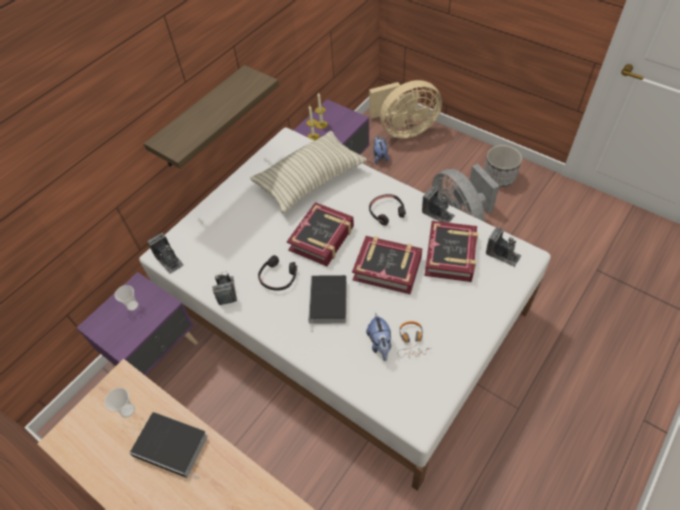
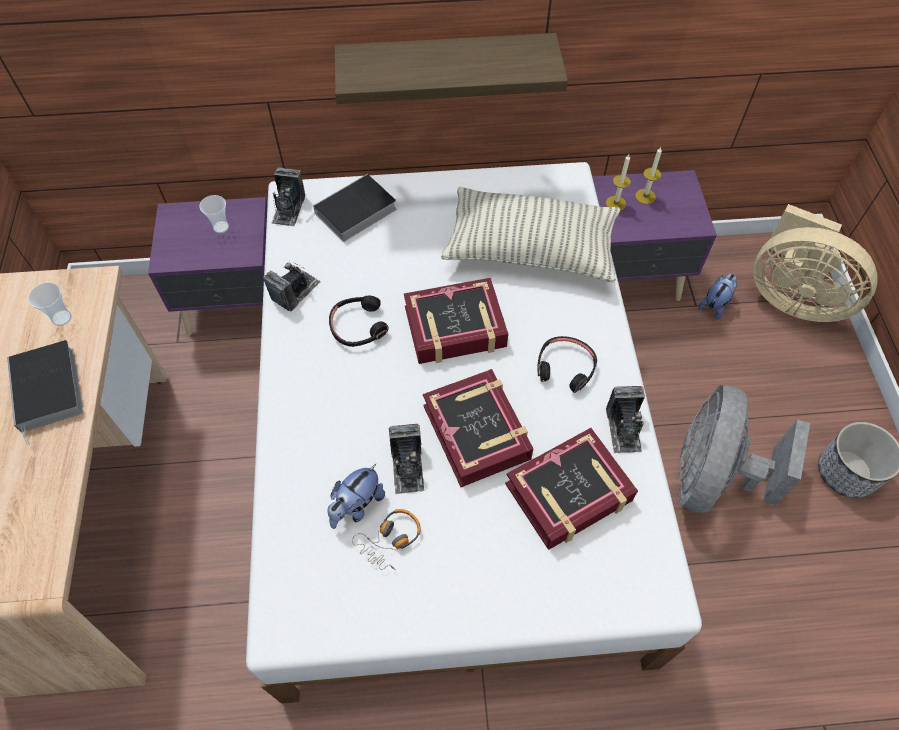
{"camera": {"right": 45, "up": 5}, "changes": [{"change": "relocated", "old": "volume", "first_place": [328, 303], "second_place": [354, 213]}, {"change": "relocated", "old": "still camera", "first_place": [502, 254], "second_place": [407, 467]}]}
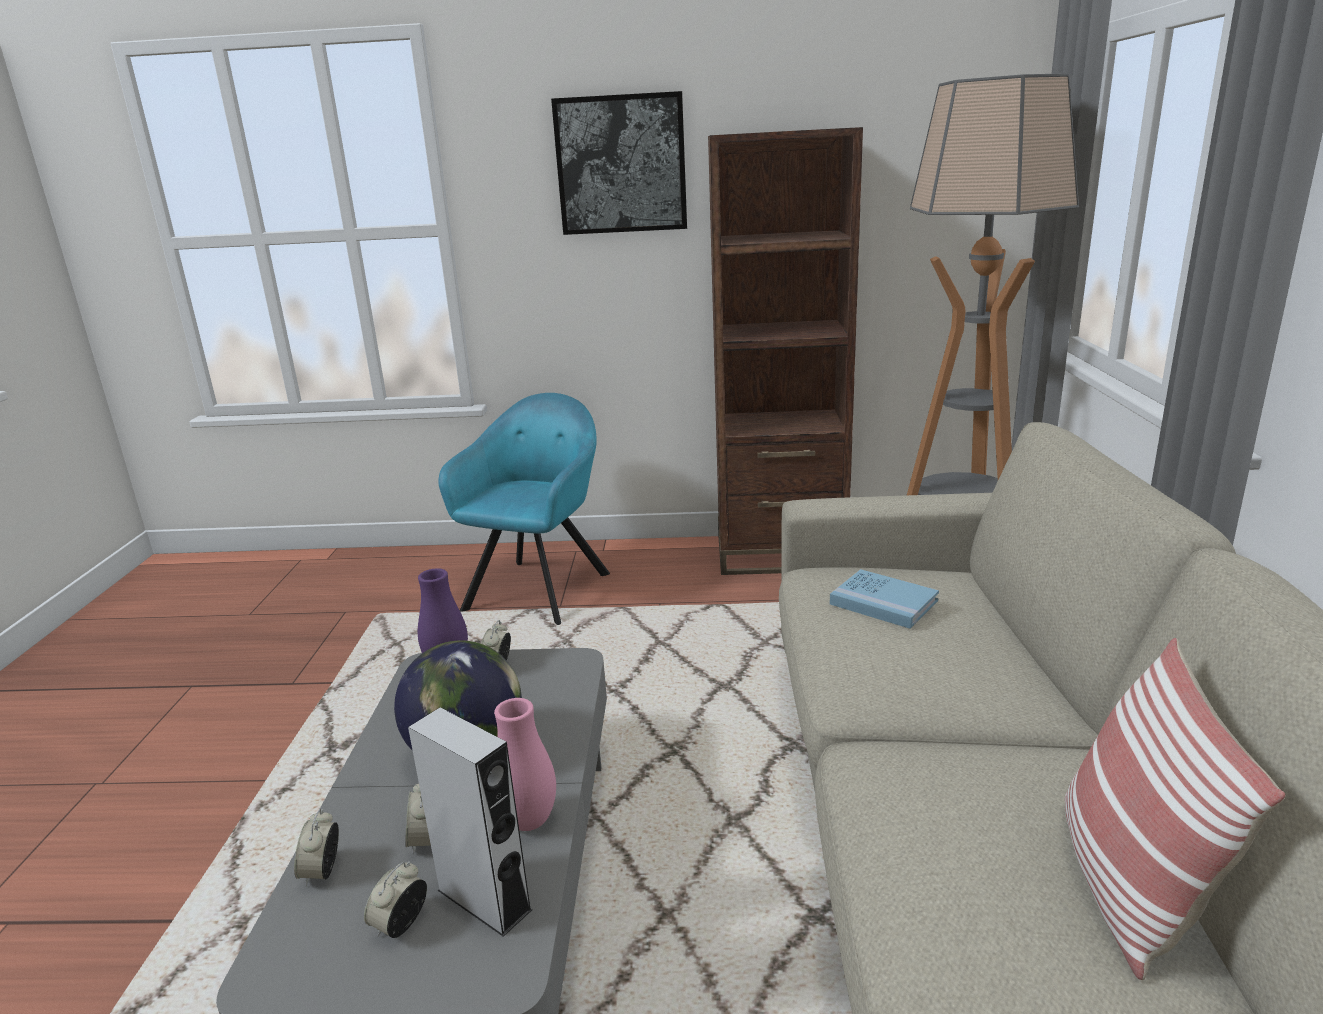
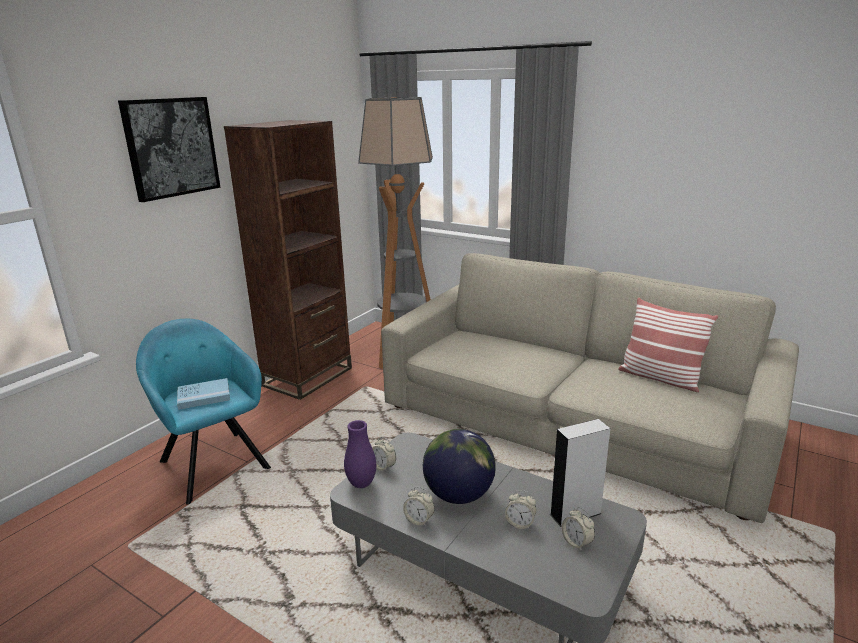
{"camera": {"right": -60, "up": 0}, "changes": [{"change": "relocated", "old": "bedside clock", "first_place": [322, 871], "second_place": [419, 520]}, {"change": "missing", "old": "pink-coloured flower vase", "first_place": [529, 821]}, {"change": "relocated", "old": "blue volume", "first_place": [883, 602], "second_place": [204, 396]}]}
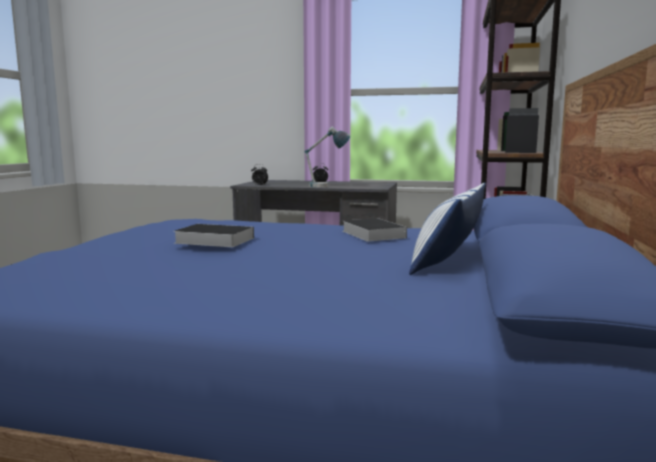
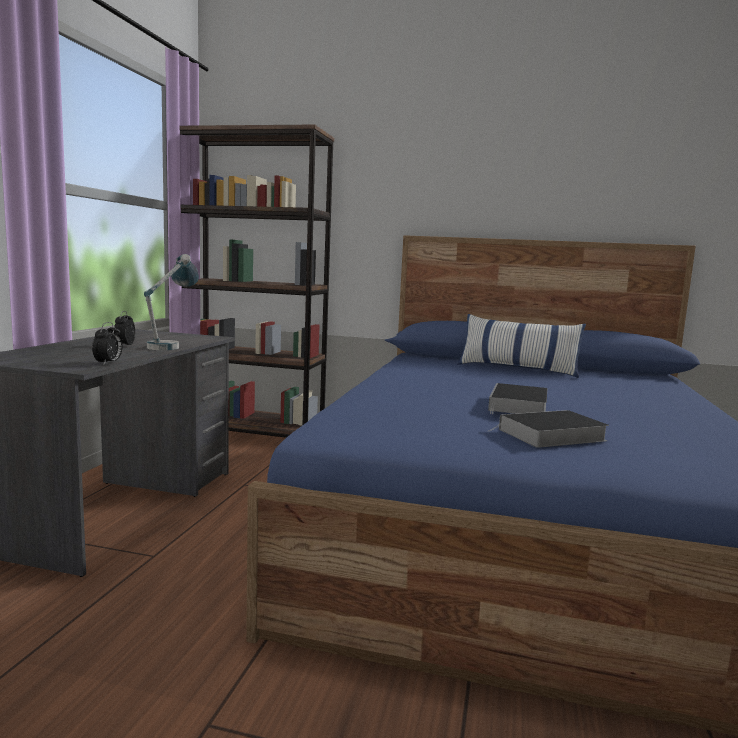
{"camera": {"right": -90, "up": 0}, "changes": [{"change": "relocated", "old": "volume", "first_place": [371, 234], "second_place": [550, 435]}]}
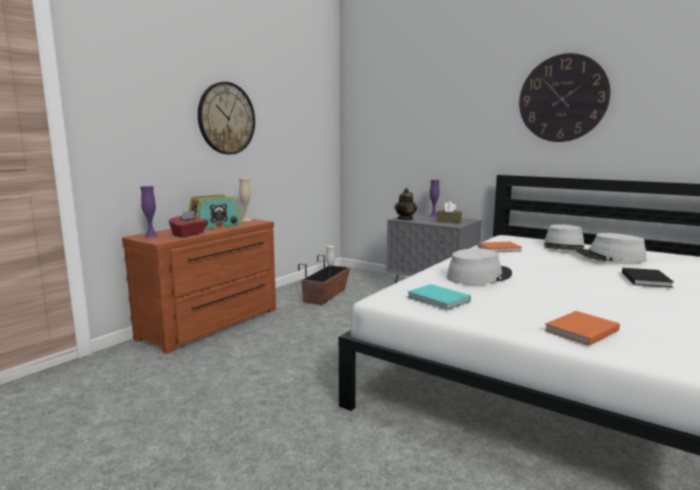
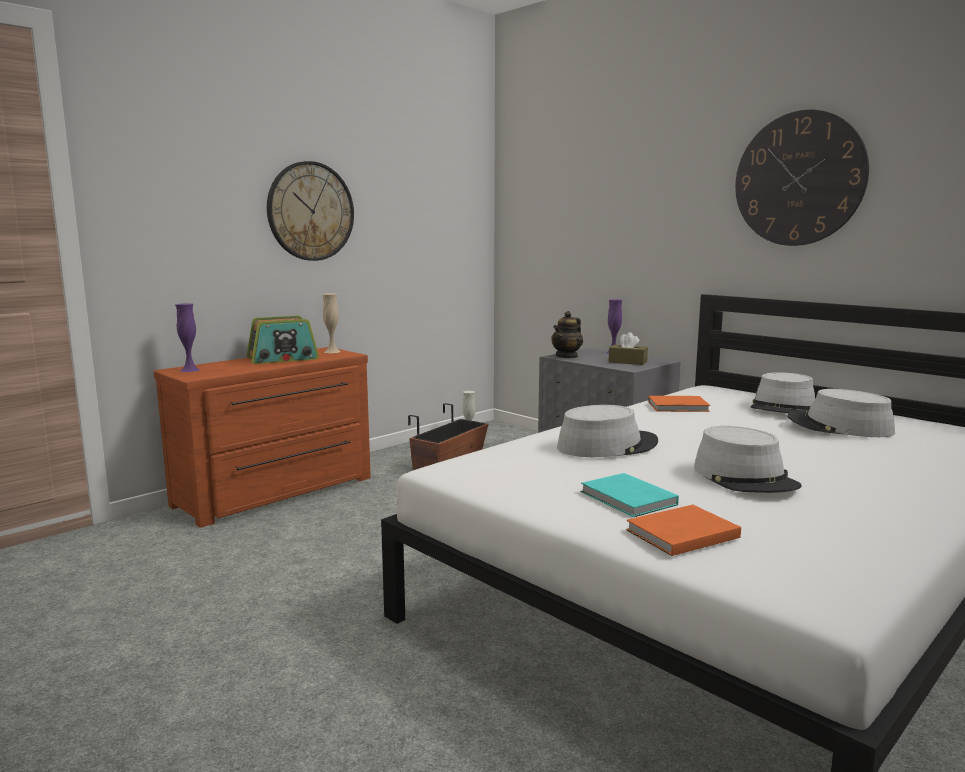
{"camera": {"right": 10, "up": 0}, "changes": [{"change": "missing", "old": "red-coloured tissue holder", "first_place": [188, 234]}, {"change": "relocated", "old": "turquoise volume", "first_place": [439, 300], "second_place": [628, 499]}, {"change": "missing", "old": "black-coloured volume", "first_place": [646, 279]}, {"change": "appeared", "new": "greyish hat", "second_place": [745, 477]}]}
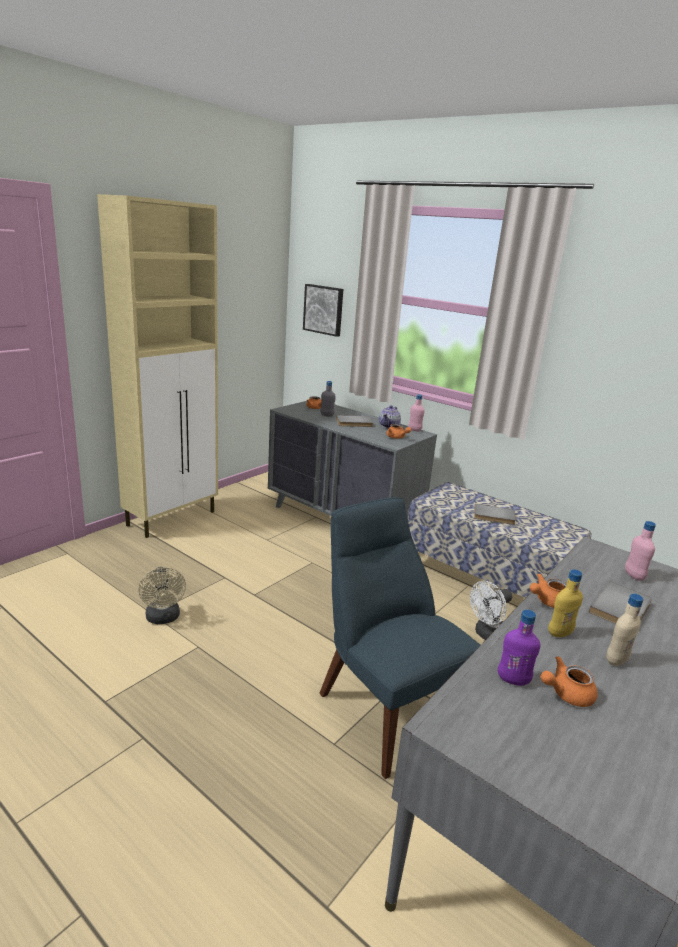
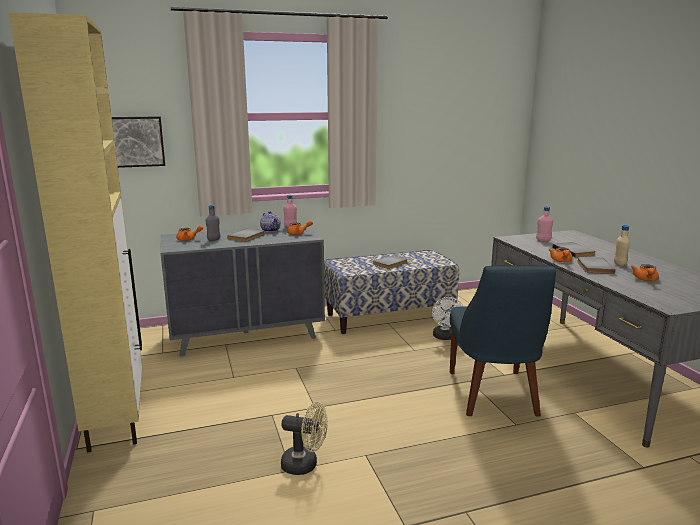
{"camera": {"right": -55, "up": -5}, "changes": [{"change": "spun", "old": "blue upright chair", "first_place": [385, 709], "second_place": [493, 395], "degrees": -90}, {"change": "missing", "old": "purple beverage bottle", "first_place": [513, 680]}, {"change": "exchanged", "old": "yellow-coloured beverage bottle", "new": "greyish volume", "first_place": [559, 633], "second_place": [593, 267]}]}
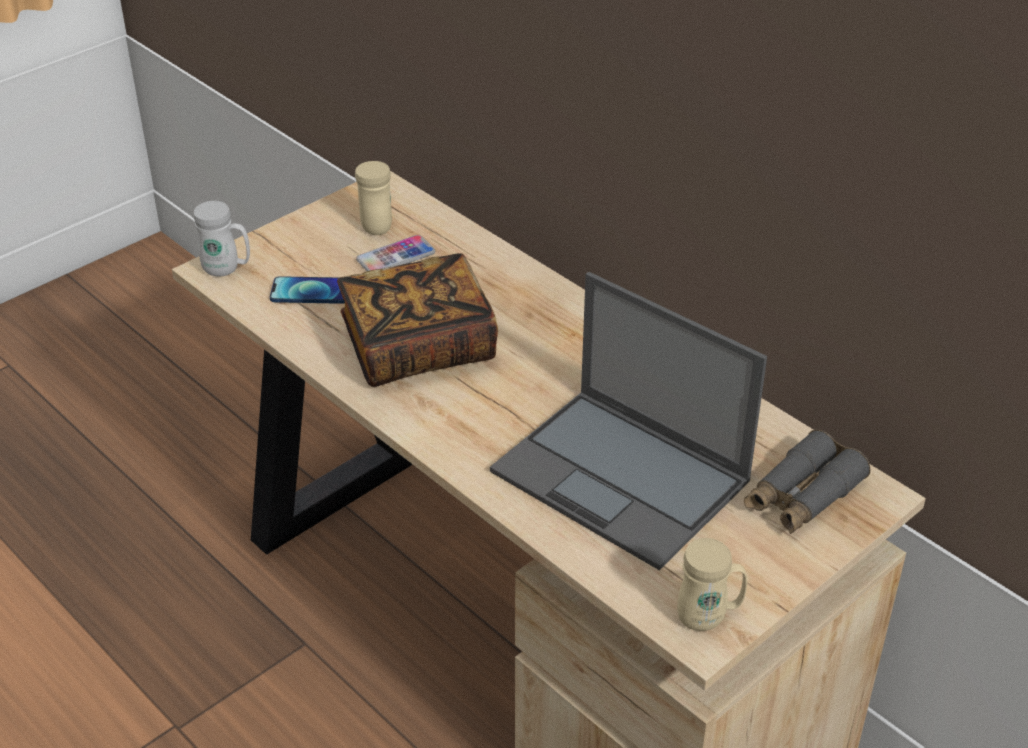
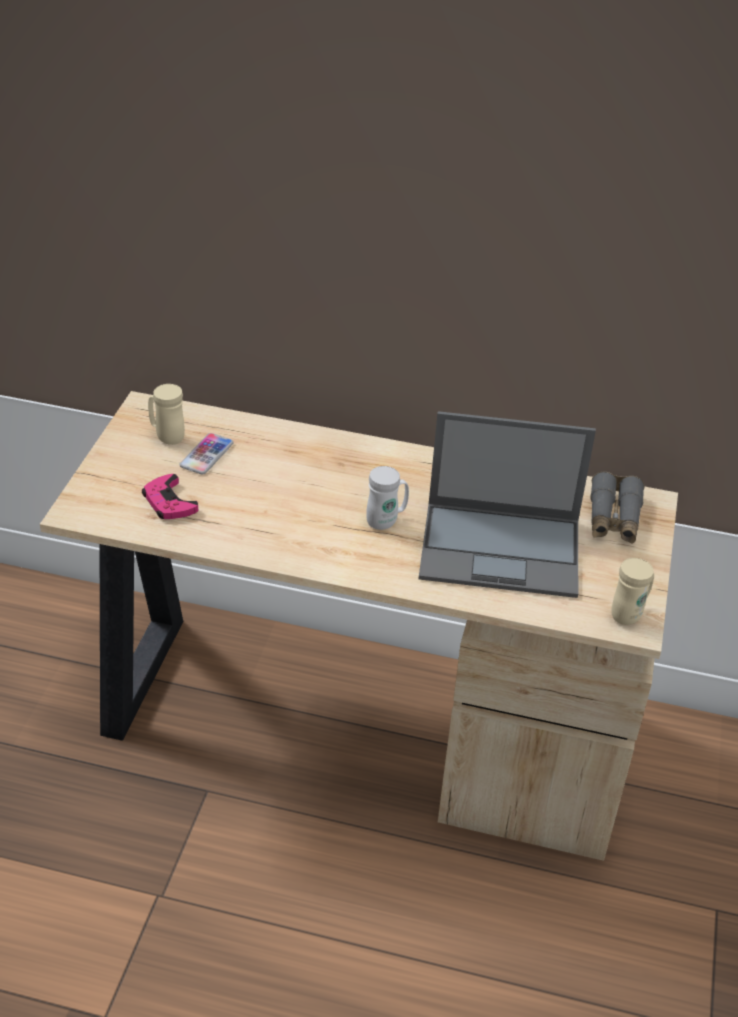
{"camera": {"right": -35, "up": 0}, "changes": [{"change": "relocated", "old": "white-coloured coffee mug", "first_place": [227, 269], "second_place": [386, 521]}, {"change": "exchanged", "old": "handset", "new": "pink-coloured game controller", "first_place": [310, 292], "second_place": [169, 502]}, {"change": "missing", "old": "volume", "first_place": [418, 347]}]}
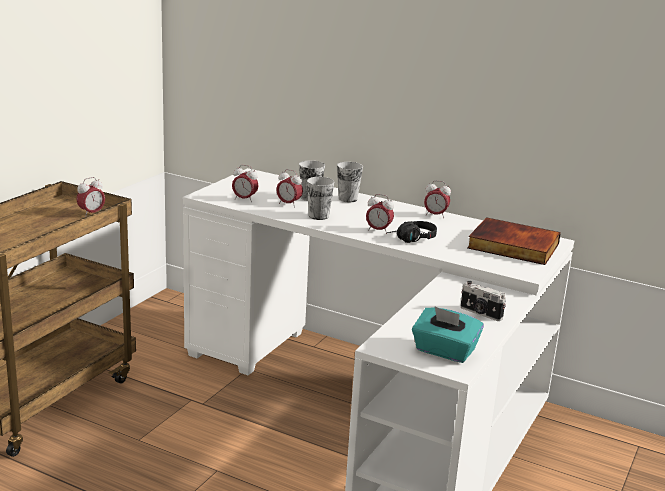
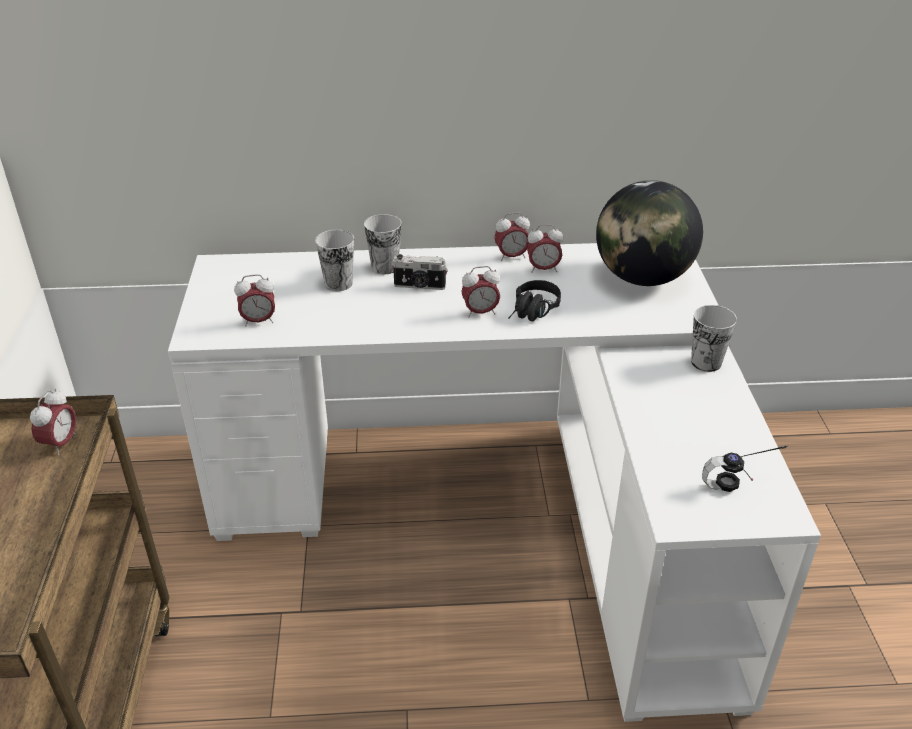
{"camera": {"right": -30, "up": 15}, "changes": [{"change": "relocated", "old": "bedside clock", "first_place": [288, 204], "second_place": [543, 269]}, {"change": "relocated", "old": "cup", "first_place": [318, 216], "second_place": [706, 362]}, {"change": "exchanged", "old": "turquoise tissue holder", "new": "headset", "first_place": [444, 351], "second_place": [744, 491]}, {"change": "relocated", "old": "still camera", "first_place": [480, 313], "second_place": [419, 286]}, {"change": "exchanged", "old": "volume", "new": "desk globe", "first_place": [512, 246], "second_place": [642, 278]}]}
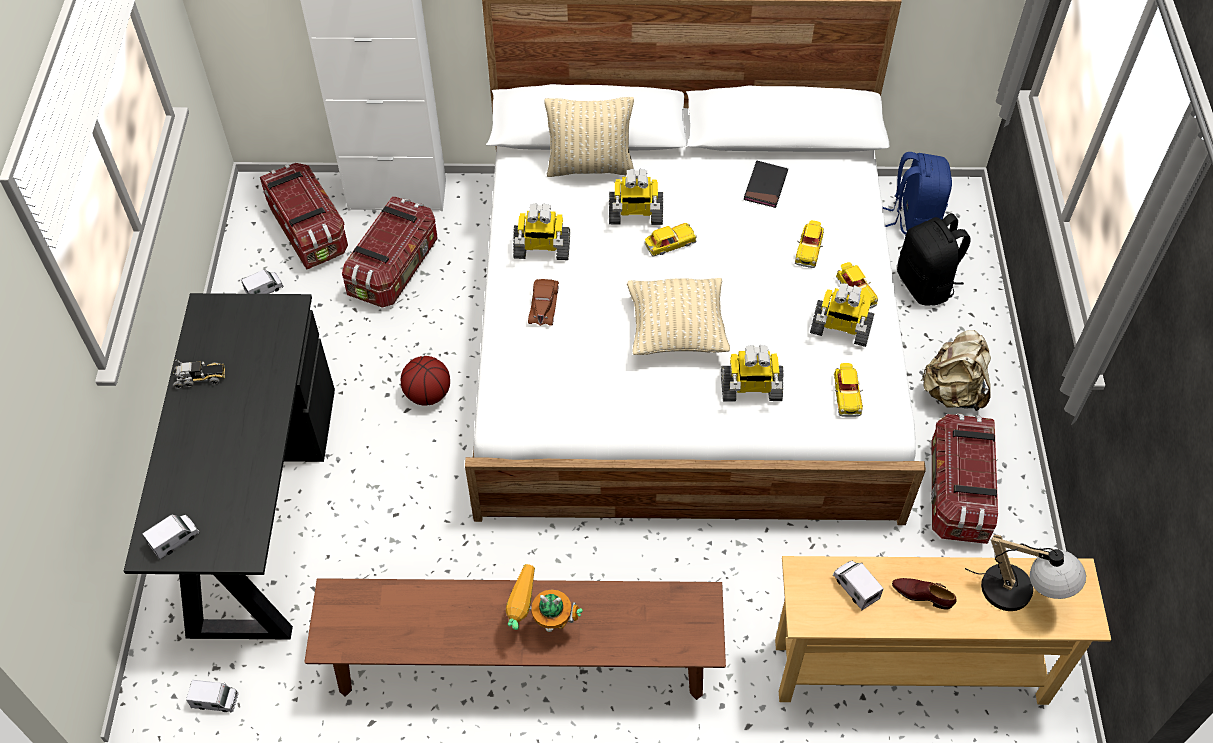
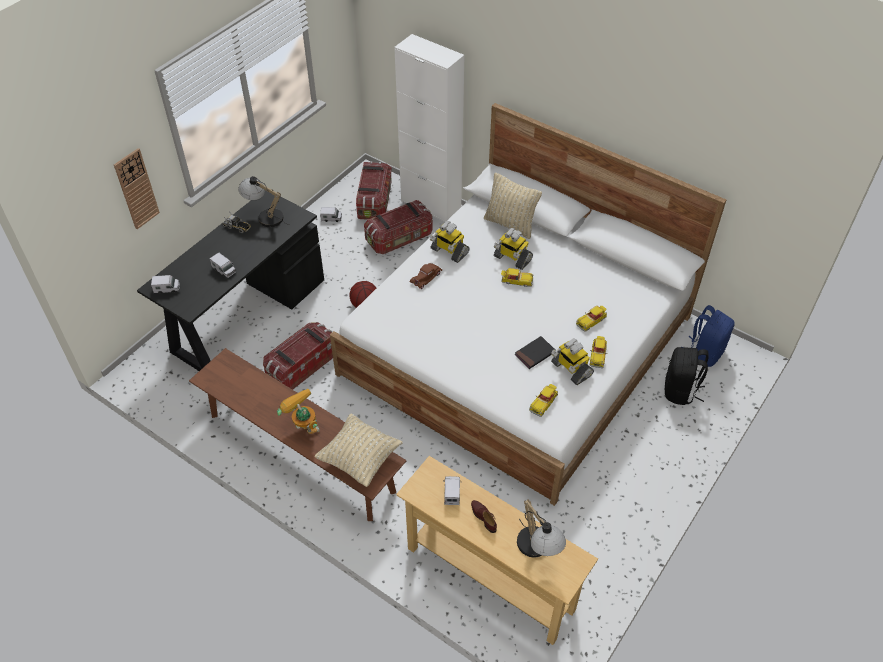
{"camera": {"right": 35, "up": -5}, "changes": [{"change": "relocated", "old": "toy truck", "first_place": [215, 701], "second_place": [224, 270]}, {"change": "relocated", "old": "sand-coloured cushion", "first_place": [676, 332], "second_place": [359, 459]}, {"change": "missing", "old": "robot figure", "first_place": [750, 389]}, {"change": "relocated", "old": "black-coloured volume", "first_place": [765, 186], "second_place": [535, 354]}, {"change": "missing", "old": "sand-coloured backpack", "first_place": [953, 392]}, {"change": "relocated", "old": "storage container", "first_place": [957, 492], "second_place": [301, 366]}, {"change": "appeared", "new": "hanging clock", "second_place": [136, 189]}, {"change": "appeared", "new": "tabletop lamp", "second_place": [265, 216]}]}
